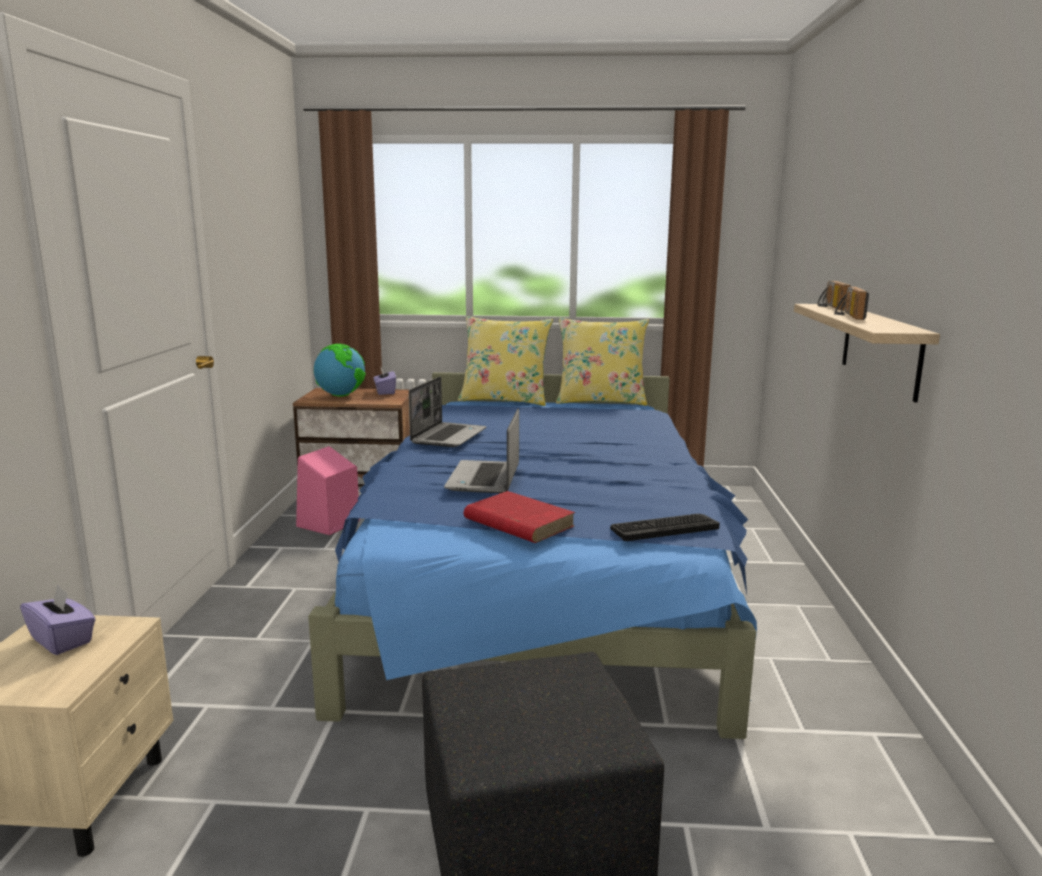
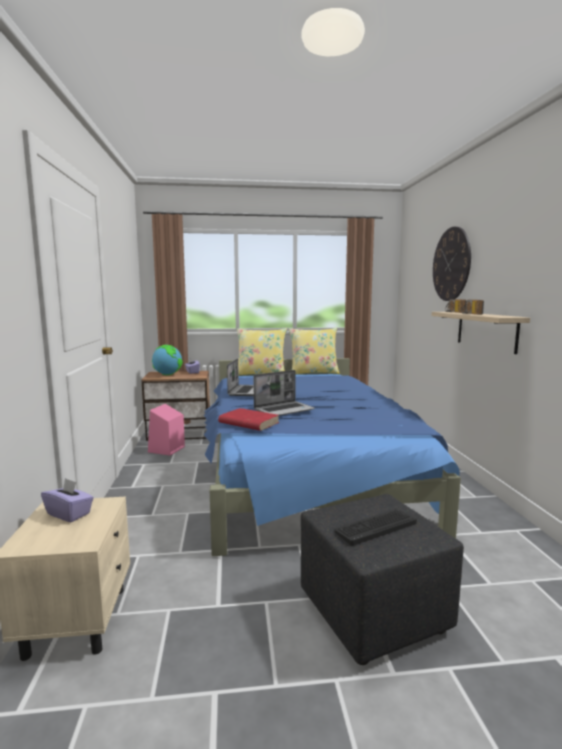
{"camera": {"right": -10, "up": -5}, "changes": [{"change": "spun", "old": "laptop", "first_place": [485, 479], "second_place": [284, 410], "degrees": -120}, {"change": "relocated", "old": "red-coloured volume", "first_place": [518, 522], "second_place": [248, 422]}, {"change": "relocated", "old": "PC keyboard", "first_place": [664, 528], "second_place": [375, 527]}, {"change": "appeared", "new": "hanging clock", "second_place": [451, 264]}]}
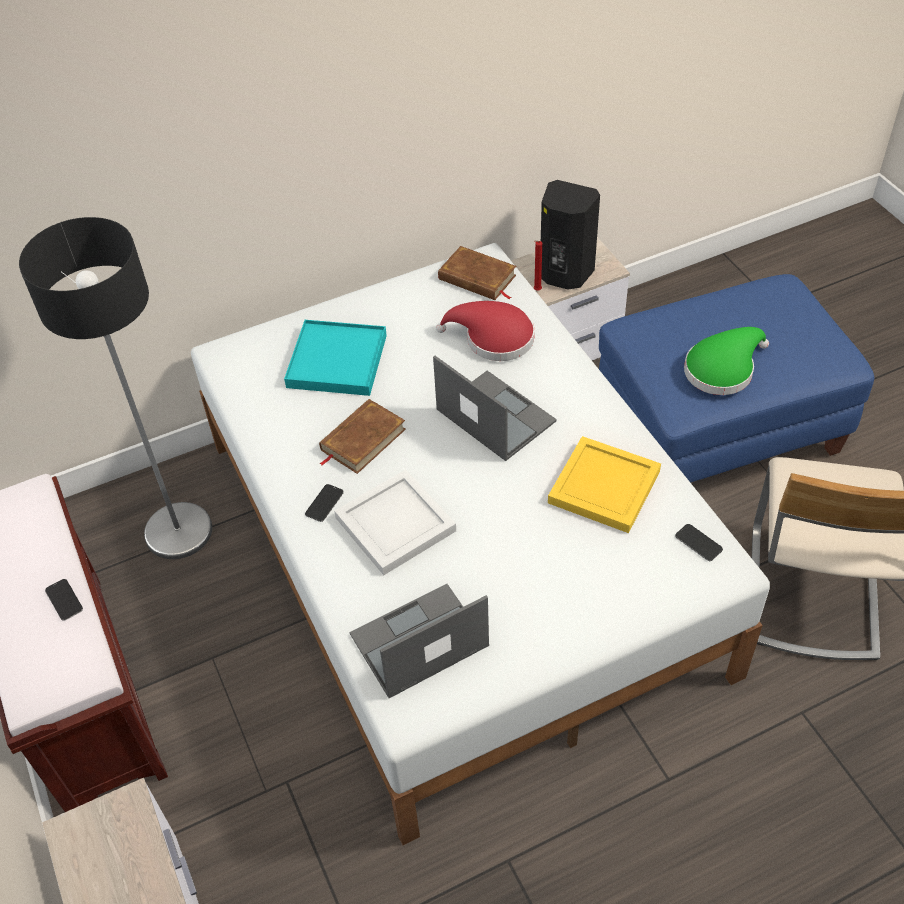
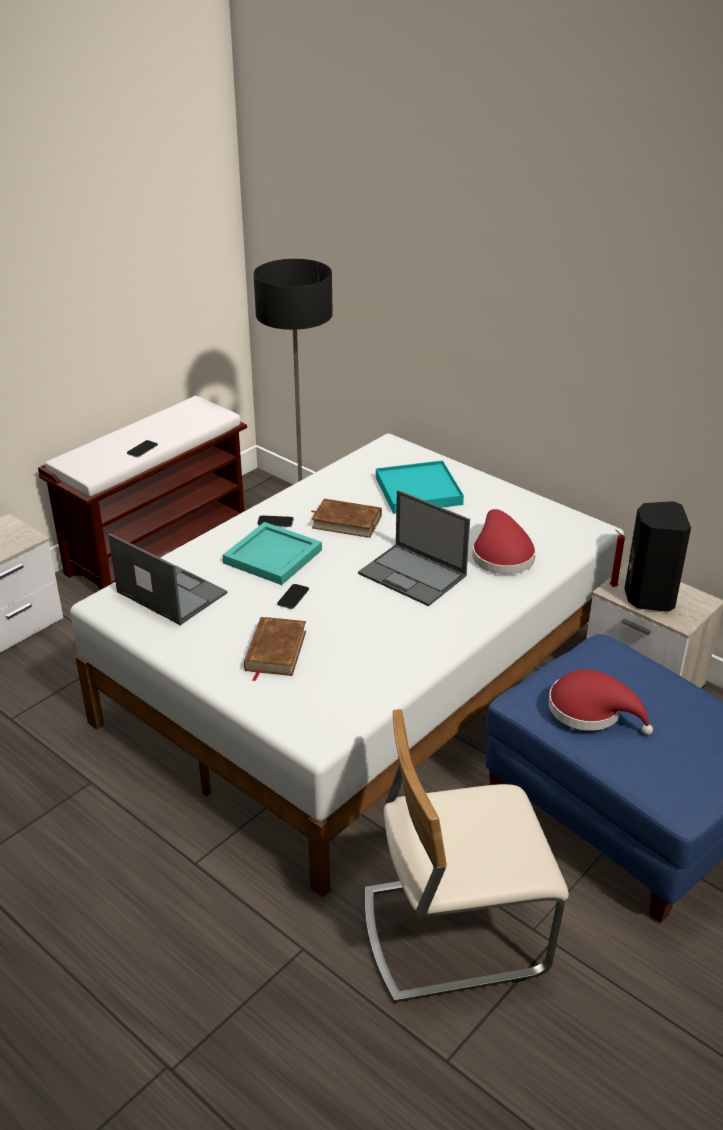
{"camera": {"right": 65, "up": -15}, "changes": [{"change": "colour", "old": "white-coloured carrying tray", "new": "turquoise carrying tray", "first_place": [397, 524], "second_place": [273, 557]}, {"change": "spun", "old": "laptop", "first_place": [494, 415], "second_place": [413, 575], "degrees": 105}, {"change": "relocated", "old": "brown-coloured volume", "first_place": [477, 278], "second_place": [275, 651]}, {"change": "missing", "old": "yellow-coloured carrying tray", "first_place": [606, 486]}, {"change": "relocated", "old": "handset", "first_place": [698, 543], "second_place": [293, 597]}, {"change": "colour", "old": "green-coloured hat", "new": "red-coloured hat", "first_place": [722, 369], "second_place": [591, 710]}]}
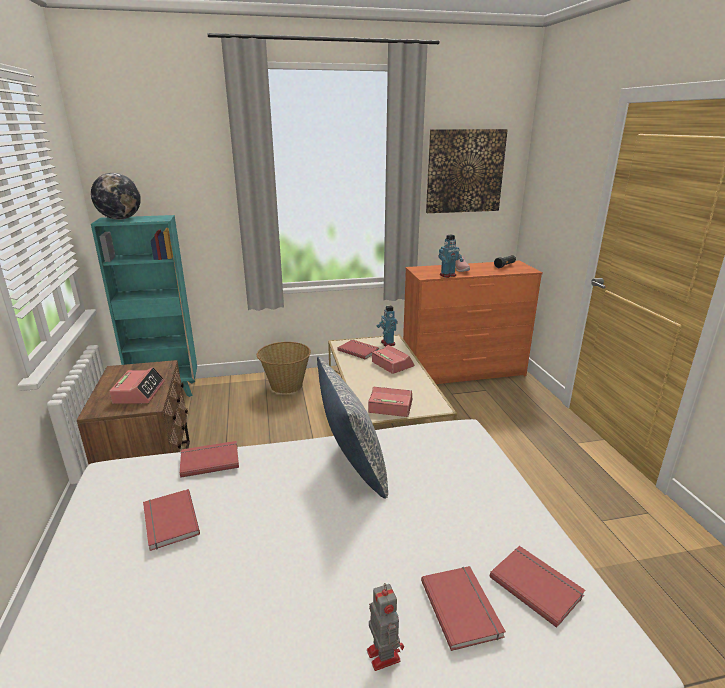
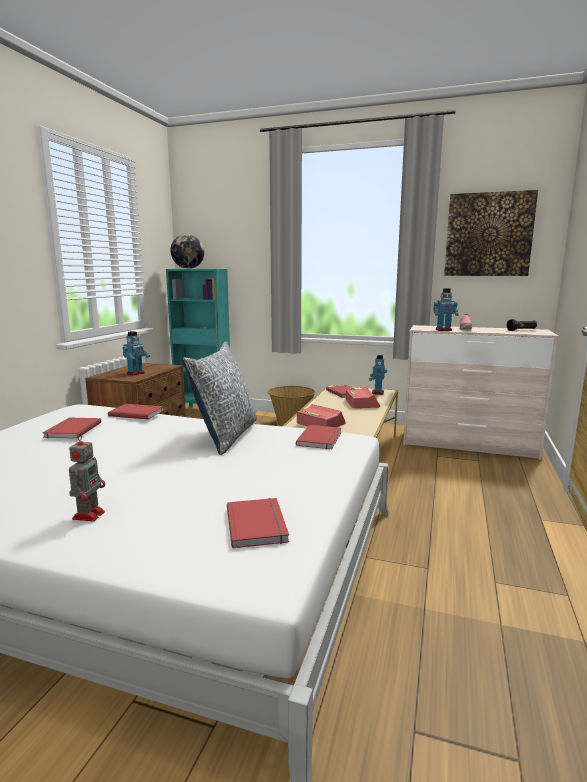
{"camera": {"right": 30, "up": -10}, "changes": [{"change": "exchanged", "old": "bedside clock", "new": "robot figure", "first_place": [139, 392], "second_place": [136, 373]}, {"change": "colour", "old": "orange-coloured dresser", "new": "sand-coloured dresser", "first_place": [463, 373], "second_place": [468, 445]}, {"change": "relocated", "old": "red-coloured volume", "first_place": [463, 607], "second_place": [321, 439]}]}
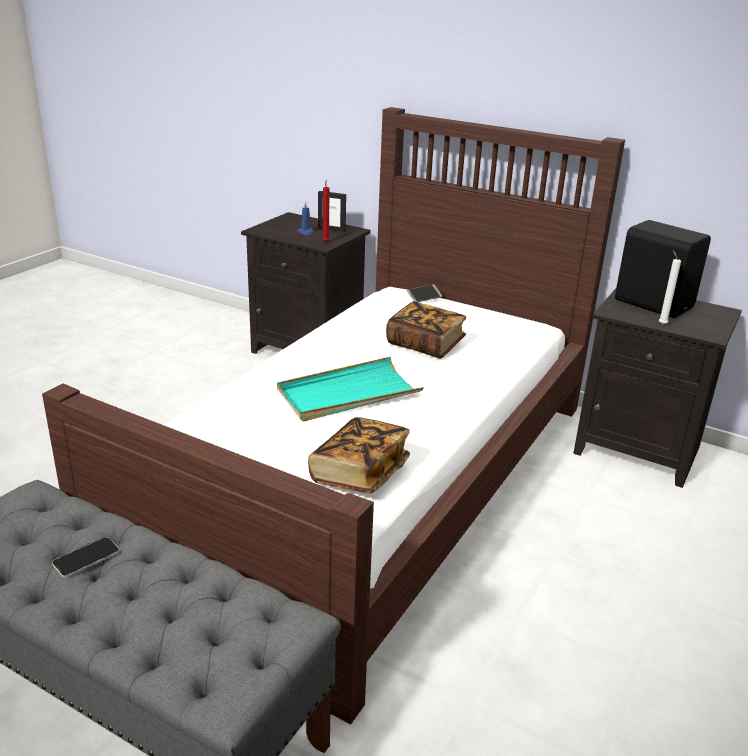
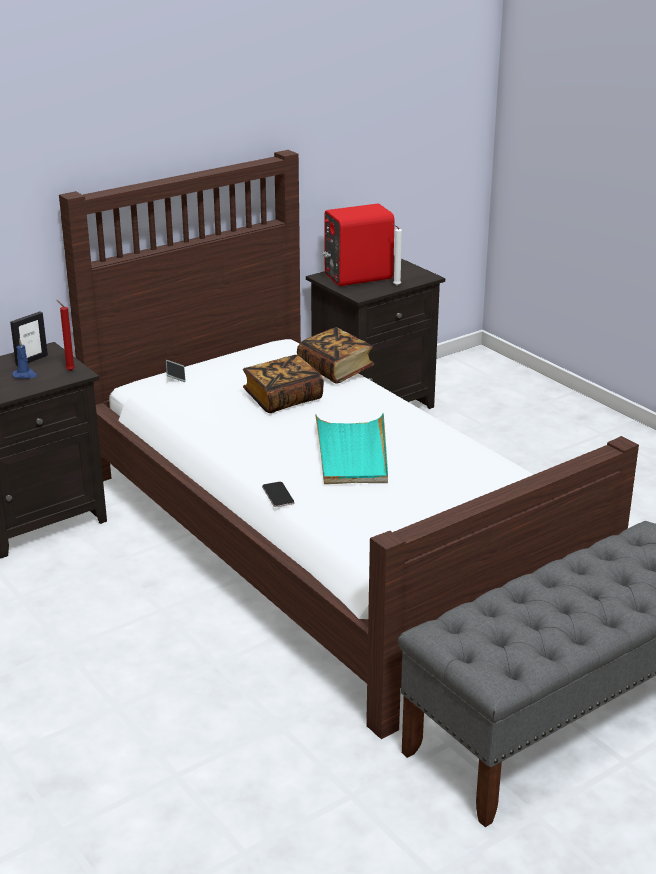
{"camera": {"right": -65, "up": 0}, "changes": [{"change": "relocated", "old": "handset", "first_place": [86, 558], "second_place": [278, 495]}, {"change": "relocated", "old": "volume", "first_place": [359, 473], "second_place": [335, 370]}, {"change": "colour", "old": "black-coloured loudspeaker", "new": "red-coloured loudspeaker", "first_place": [653, 303], "second_place": [356, 277]}]}
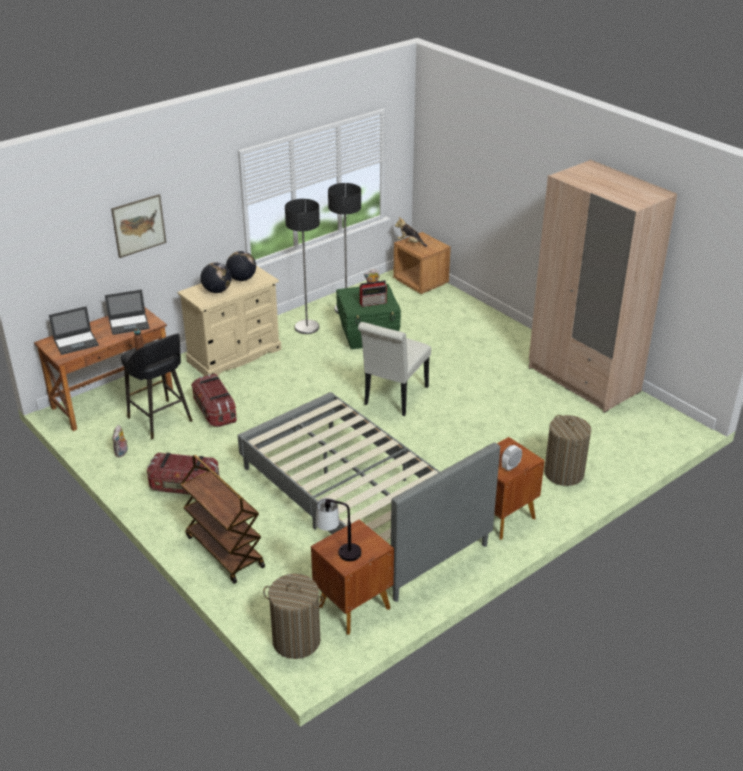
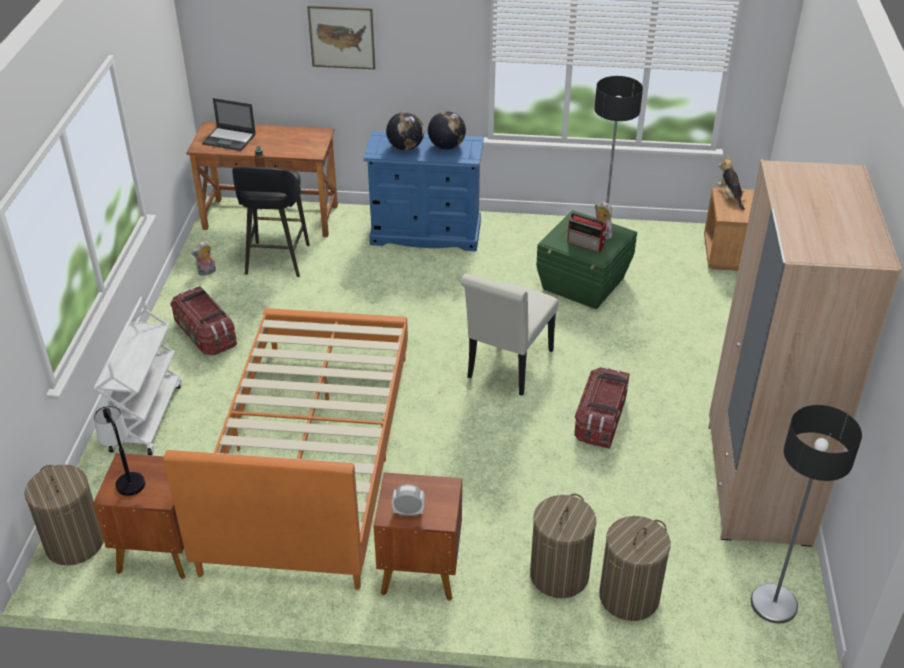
{"camera": {"right": 45, "up": 5}, "changes": [{"change": "missing", "old": "laptop", "first_place": [129, 324]}, {"change": "colour", "old": "sand-coloured dresser", "new": "blue dresser", "first_place": [234, 355], "second_place": [426, 233]}, {"change": "colour", "old": "brown-coloured trolley", "new": "white-coloured trolley", "first_place": [224, 551], "second_place": [146, 417]}, {"change": "relocated", "old": "storage container", "first_place": [215, 411], "second_place": [600, 420]}, {"change": "colour", "old": "greyish bedroom bed", "new": "orange-coloured bedroom bed", "first_place": [360, 505], "second_place": [311, 457]}, {"change": "relocated", "old": "floor lamp", "first_place": [307, 327], "second_place": [774, 604]}, {"change": "spun", "old": "white-coloured upright chair", "first_place": [394, 398], "second_place": [507, 368], "degrees": -45}, {"change": "appeared", "new": "hamper", "second_place": [629, 597]}]}
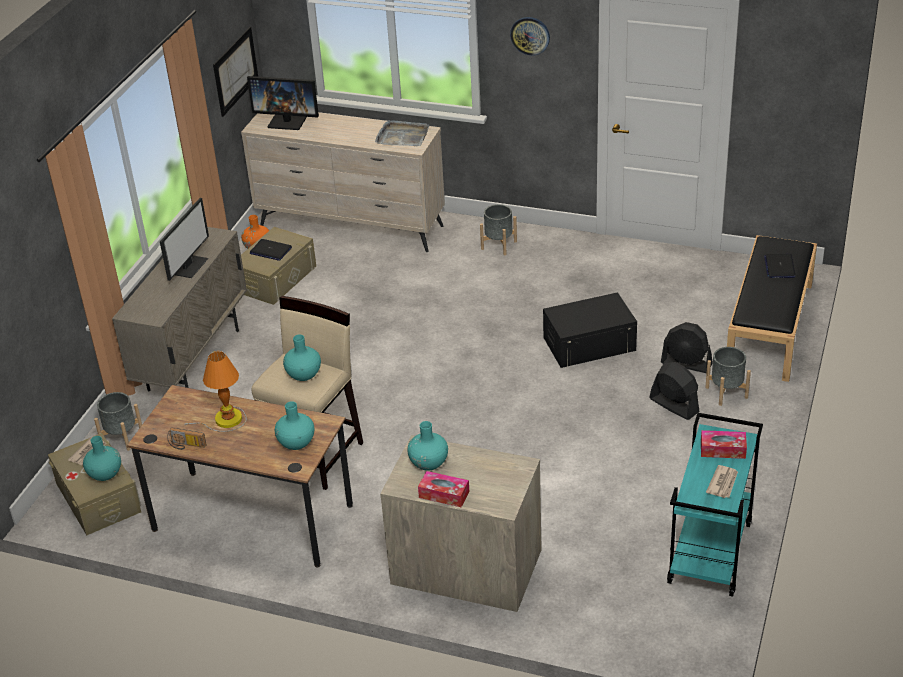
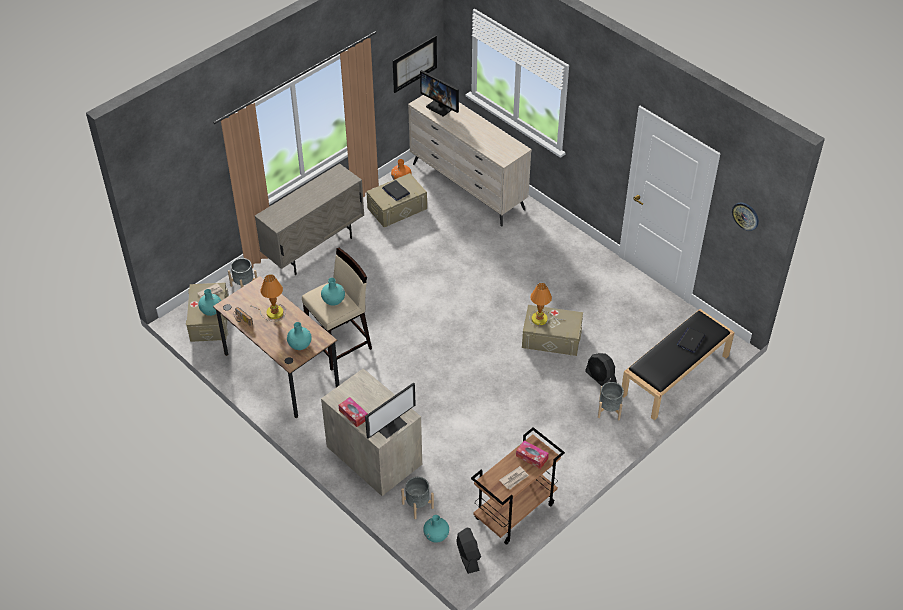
{"camera": {"right": 25, "up": 10}, "changes": [{"change": "relocated", "old": "computer screen", "first_place": [190, 266], "second_place": [391, 425]}, {"change": "missing", "old": "greyish carrying tray", "first_place": [402, 136]}, {"change": "relocated", "old": "turquoise flower vase", "first_place": [428, 463], "second_place": [436, 535]}, {"change": "relocated", "old": "greyish flower pot", "first_place": [498, 245], "second_place": [417, 505]}, {"change": "relocated", "old": "hanging clock", "first_place": [530, 35], "second_place": [745, 216]}, {"change": "colour", "old": "black-coloured storage container", "new": "sand-coloured storage container", "first_place": [589, 344], "second_place": [551, 338]}, {"change": "relocated", "old": "black-coloured electric fan", "first_place": [674, 405], "second_place": [468, 556]}, {"change": "colour", "old": "turquoise trolley", "new": "brown-coloured trolley", "first_place": [710, 554], "second_place": [514, 512]}, {"change": "appeared", "new": "tabletop lamp", "second_place": [541, 318]}]}
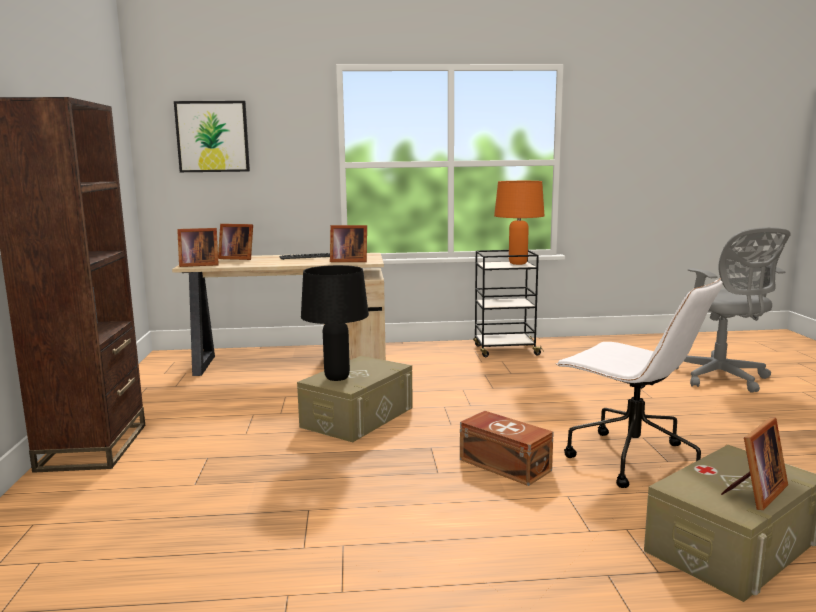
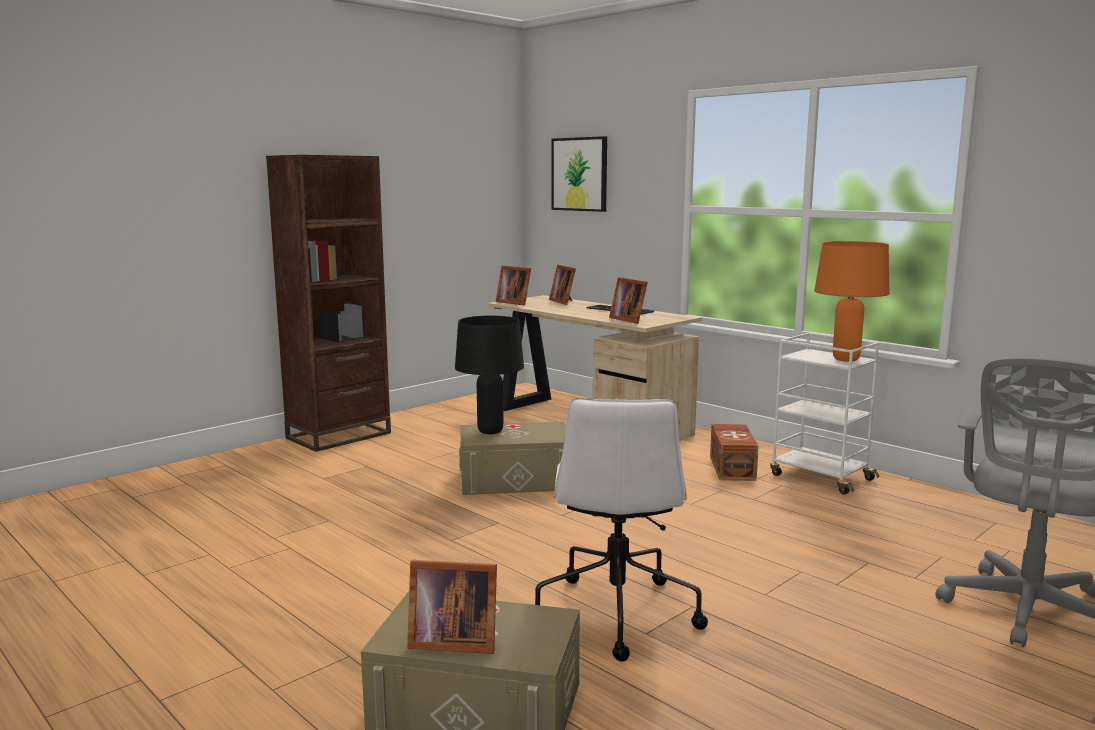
{"camera": {"right": 50, "up": 0}, "changes": [{"change": "relocated", "old": "brown-coloured storage container", "first_place": [504, 464], "second_place": [733, 467]}, {"change": "colour", "old": "black-coloured trolley", "new": "white-coloured trolley", "first_place": [505, 350], "second_place": [819, 477]}]}
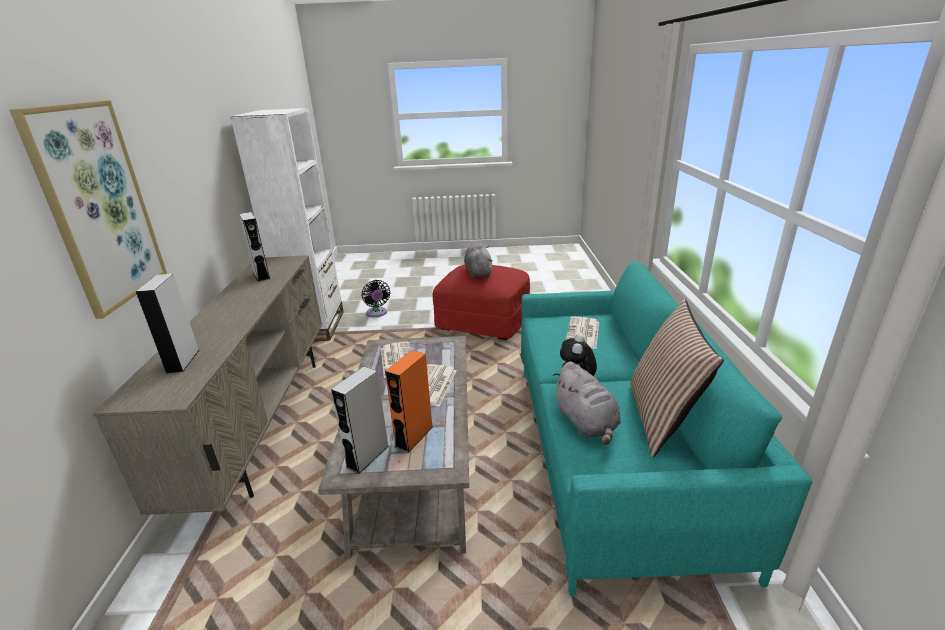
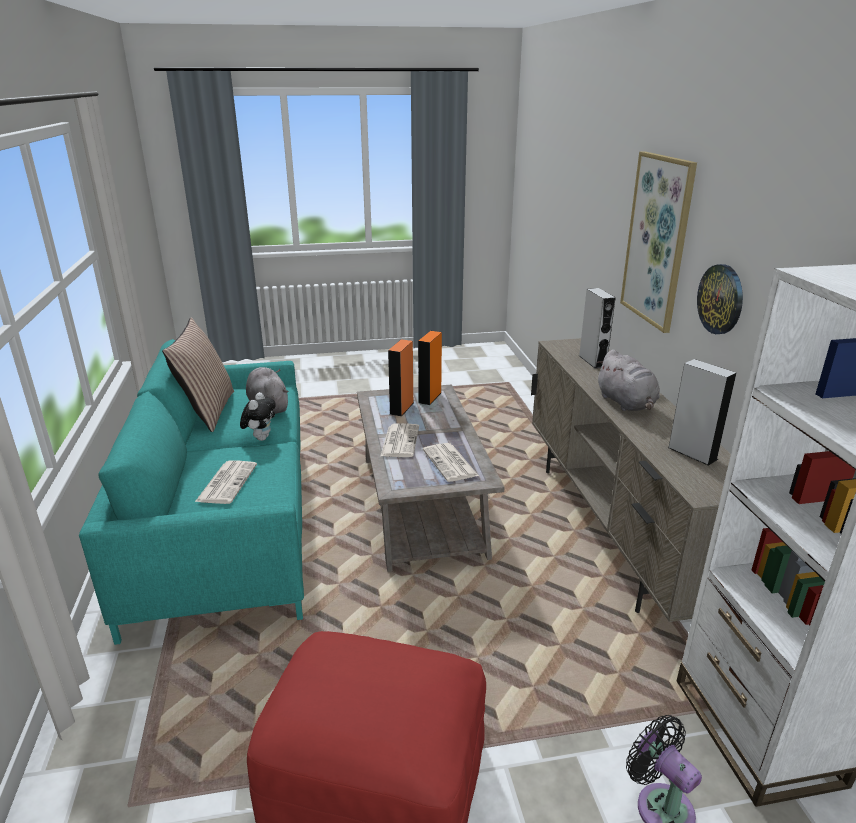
{"camera": {"right": 170, "up": 0}, "changes": [{"change": "colour", "old": "greyish loudspeaker", "new": "orange-coloured loudspeaker", "first_place": [367, 456], "second_place": [430, 397]}, {"change": "relocated", "old": "greyish plush toy", "first_place": [478, 272], "second_place": [626, 403]}, {"change": "appeared", "new": "hanging clock", "second_place": [721, 299]}]}
